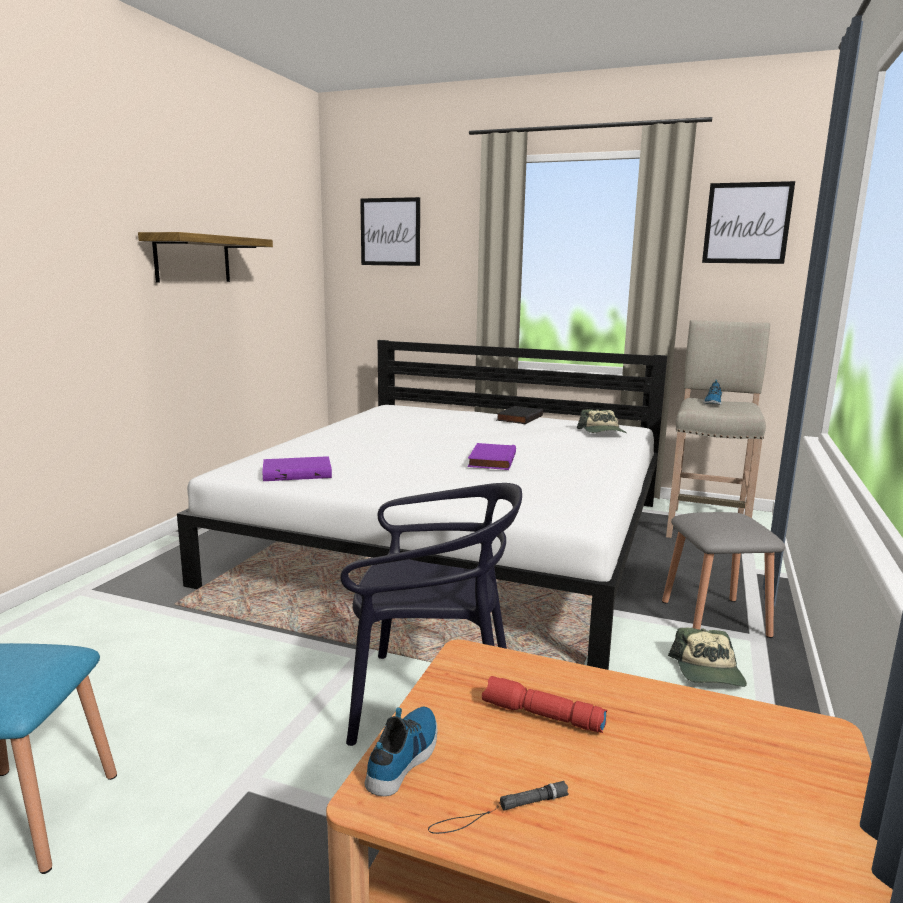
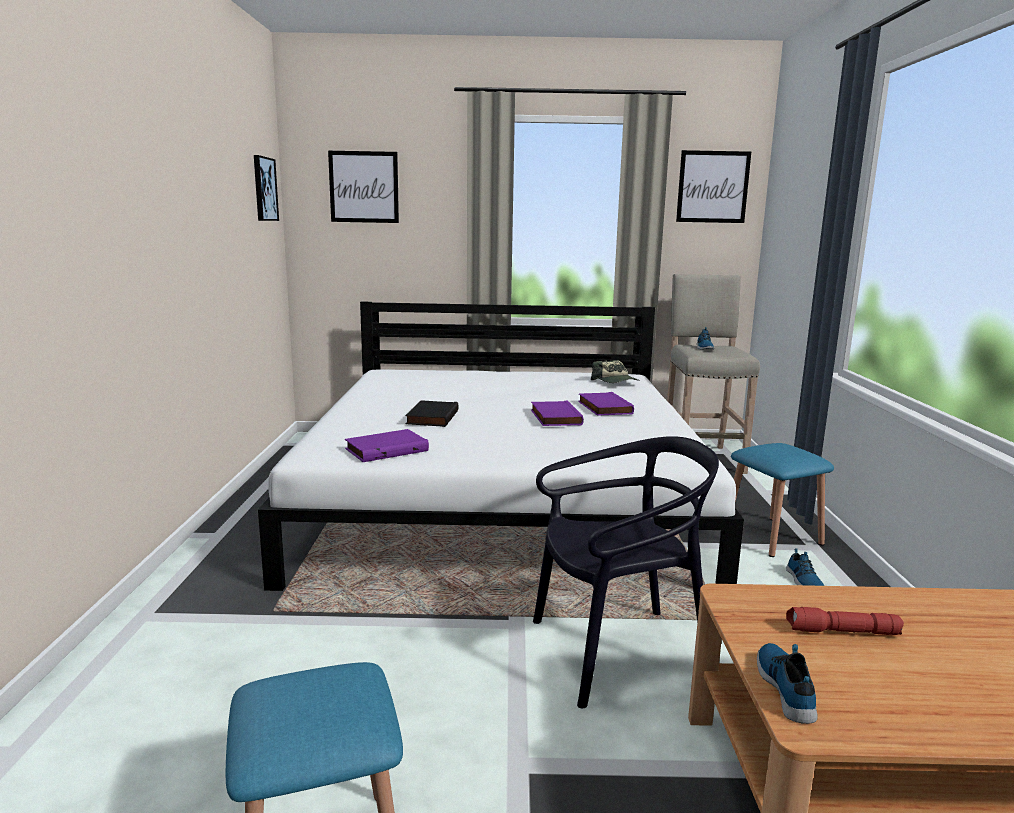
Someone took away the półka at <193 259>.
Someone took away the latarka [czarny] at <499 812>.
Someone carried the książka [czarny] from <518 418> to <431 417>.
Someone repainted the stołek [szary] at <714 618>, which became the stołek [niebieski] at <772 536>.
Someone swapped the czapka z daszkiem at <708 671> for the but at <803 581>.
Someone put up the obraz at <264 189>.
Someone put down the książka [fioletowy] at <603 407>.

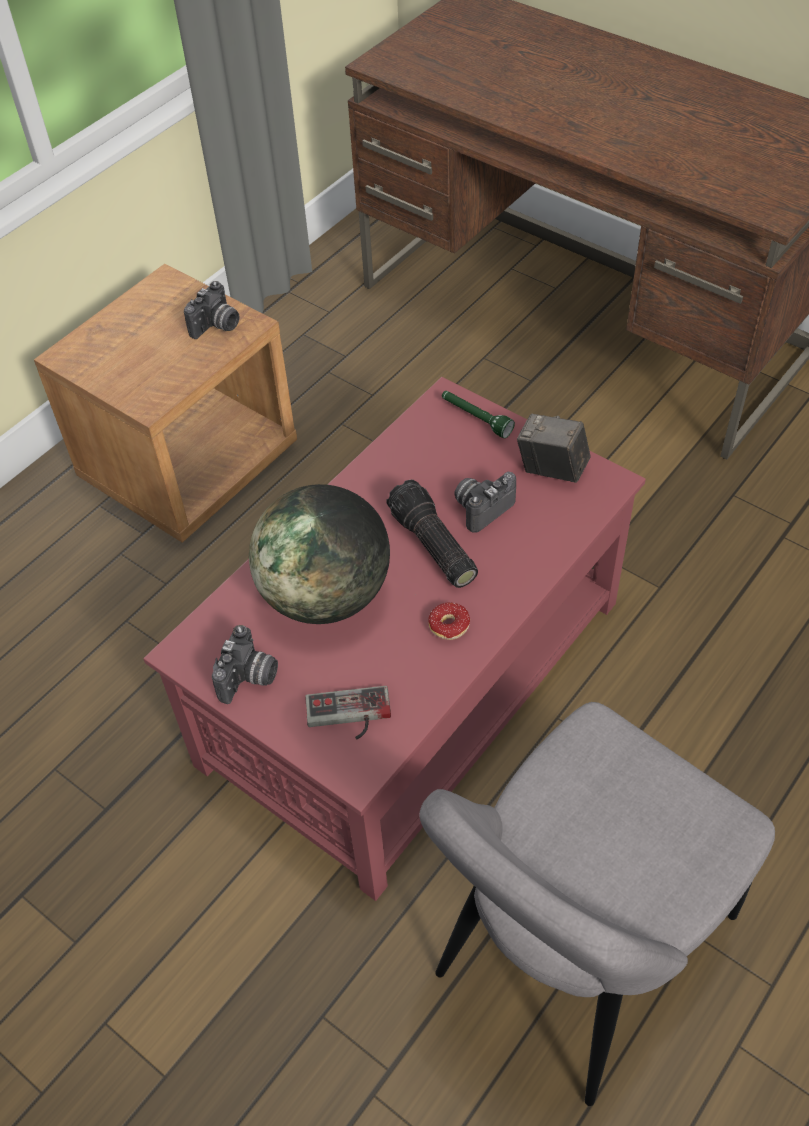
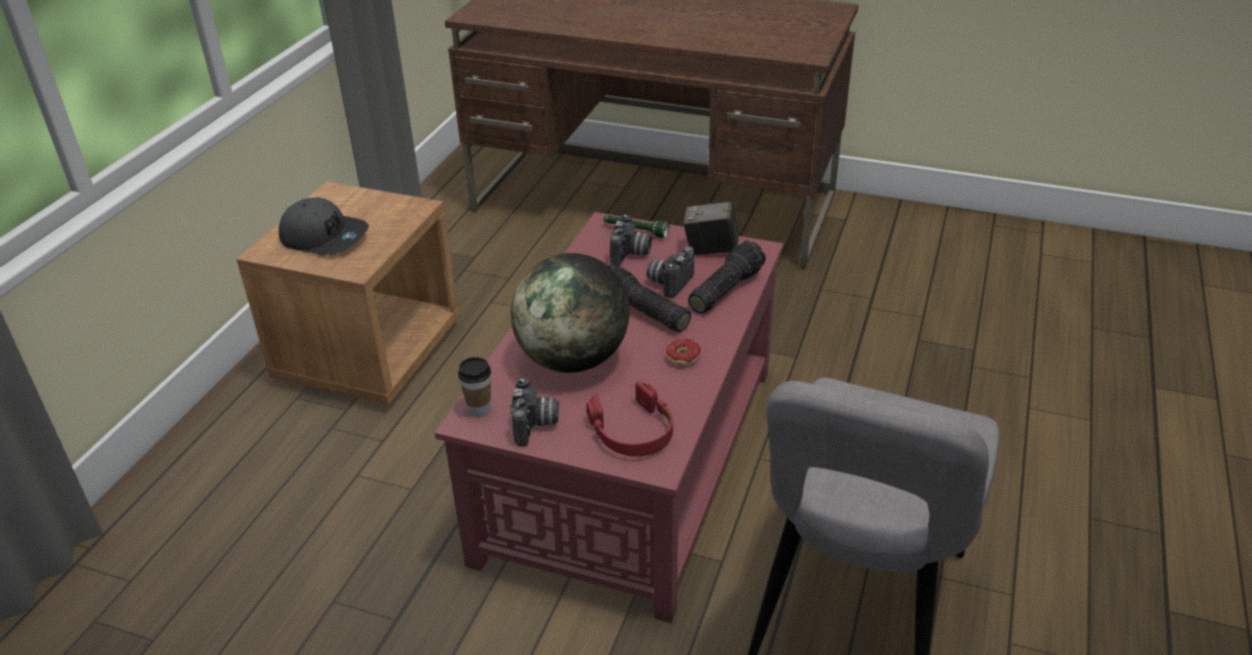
Someone carried the aparat fotograficzny from <217 326> to <631 255>.
Someone swapped the pad do gier at <349 717> for the słuchawki [czerwony] at <633 431>.
Someone put down the czapka z daszkiem [szary] at <325 237>.
Someone put down the filiżanka at <479 409>.
Someone put down the latarka at <724 289>.

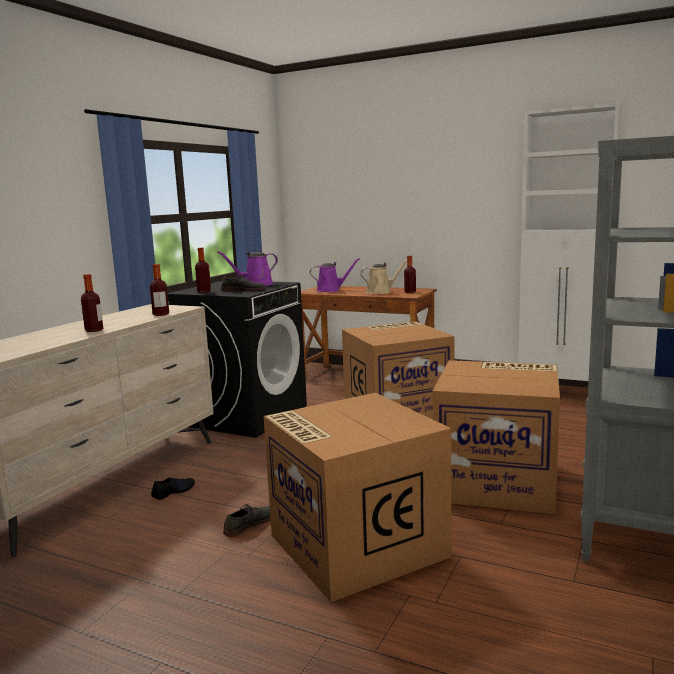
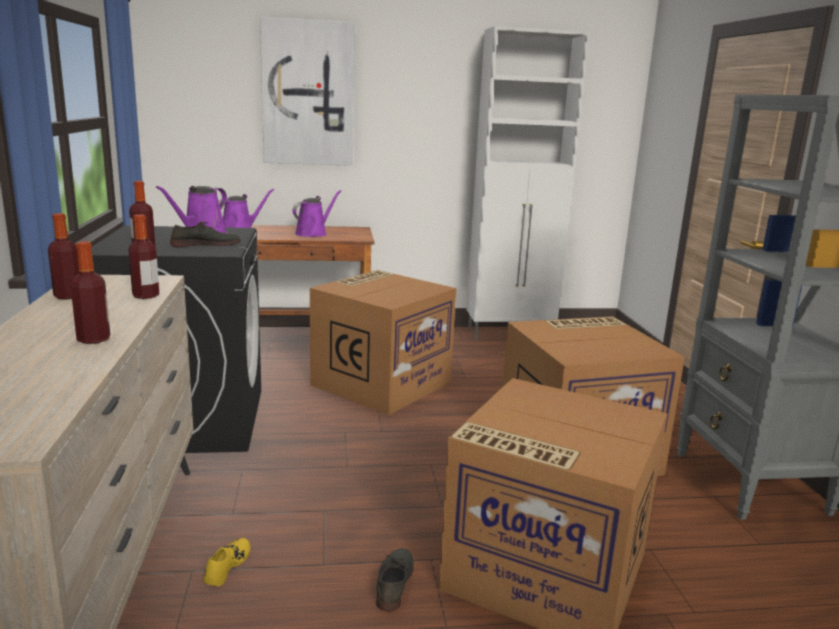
Someone repainted the but [czarny] at <173 492>, which became the but [żółty] at <227 566>.
Someone repainted the konewka [beżowy] at <381 292>, which became the konewka [fioletowy] at <313 233>.
Someone carried the butelka from <410 292> to <68 296>.
Someone put up the obraz at <308 93>.

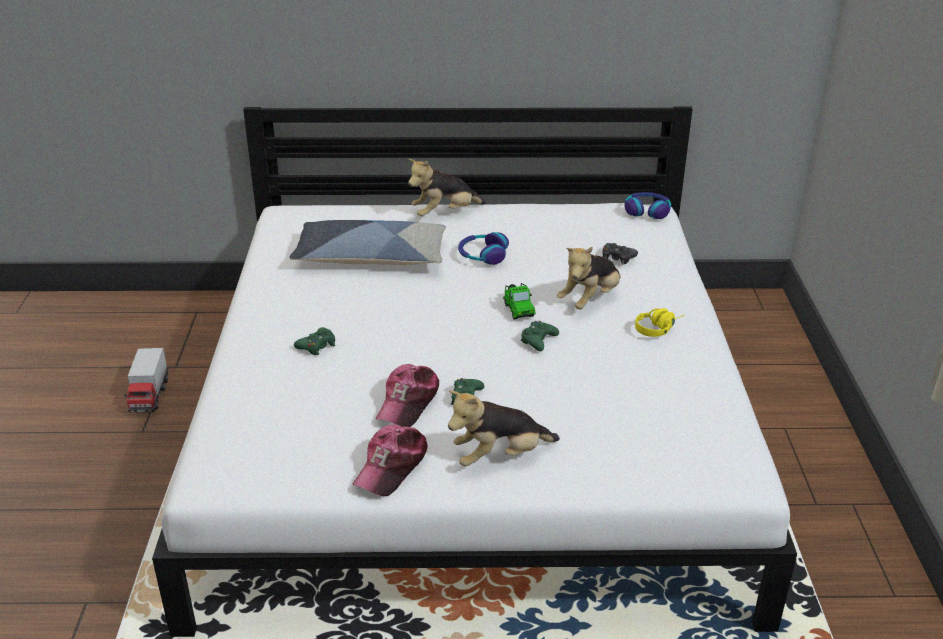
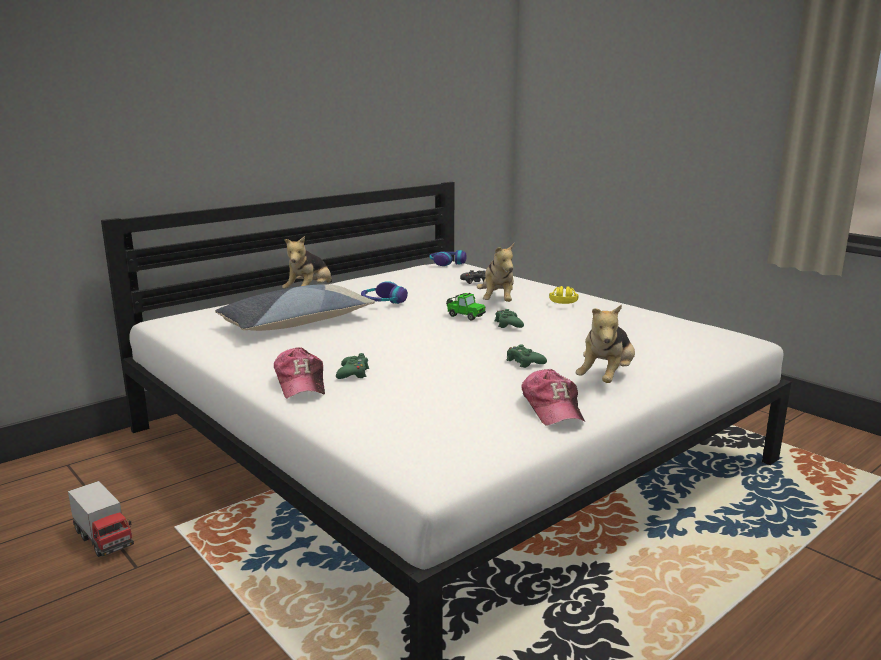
Someone carried the czapka z daszkiem from <408 402> to <301 384>.

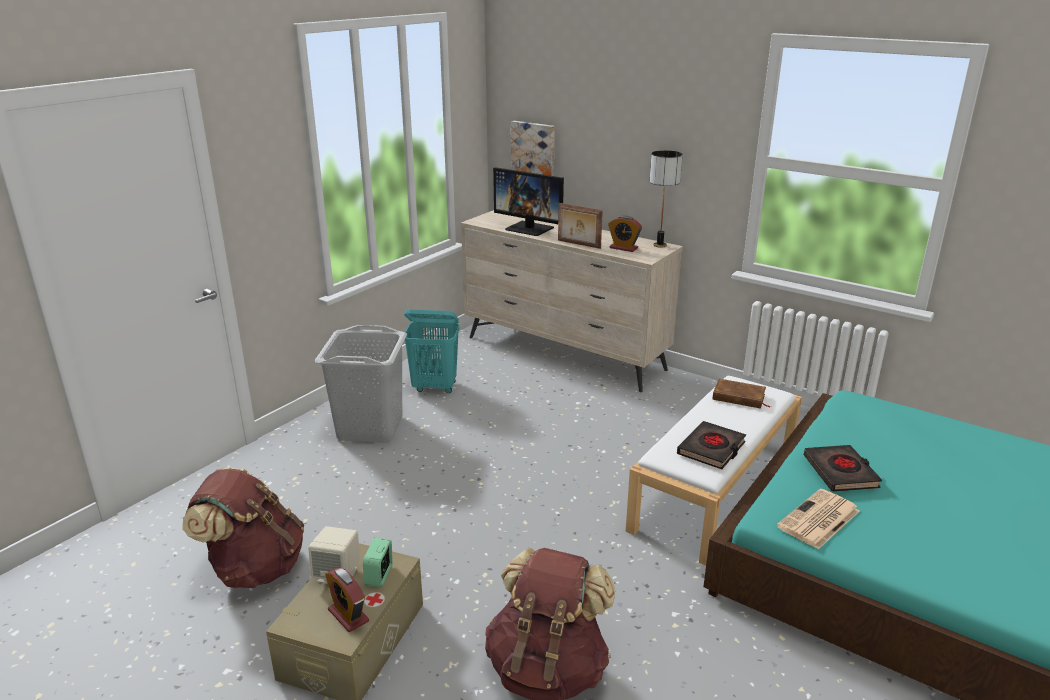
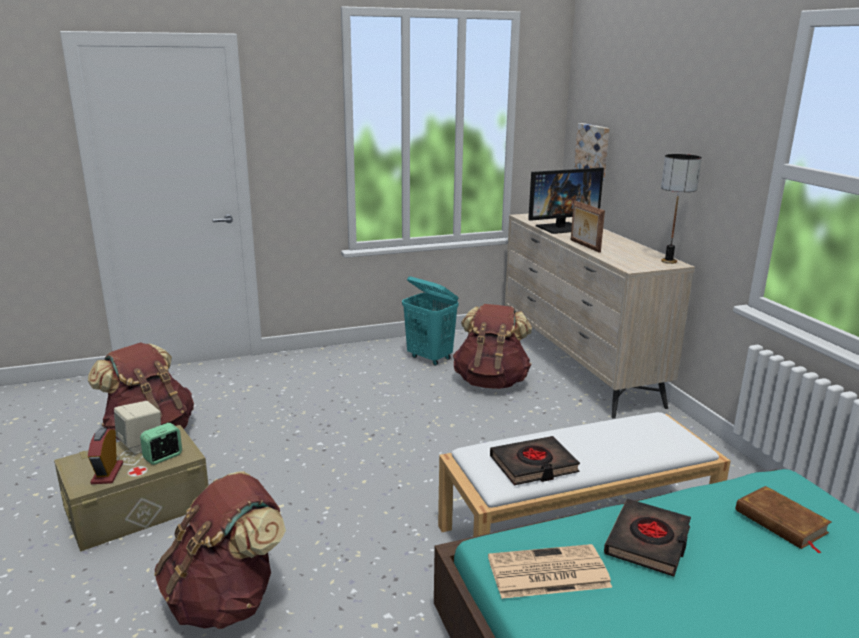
Someone took away the kosz na pranie [szary] at <369 428>.
Someone rotated the monitor at <529 228> by 90 degrees counterclockwise.
Someone took away the budzik at <623 248>.
Someone carried the książka [brązowy] from <739 397> to <780 522>.
Someone put down the plecak [brązowy] at <491 382>.

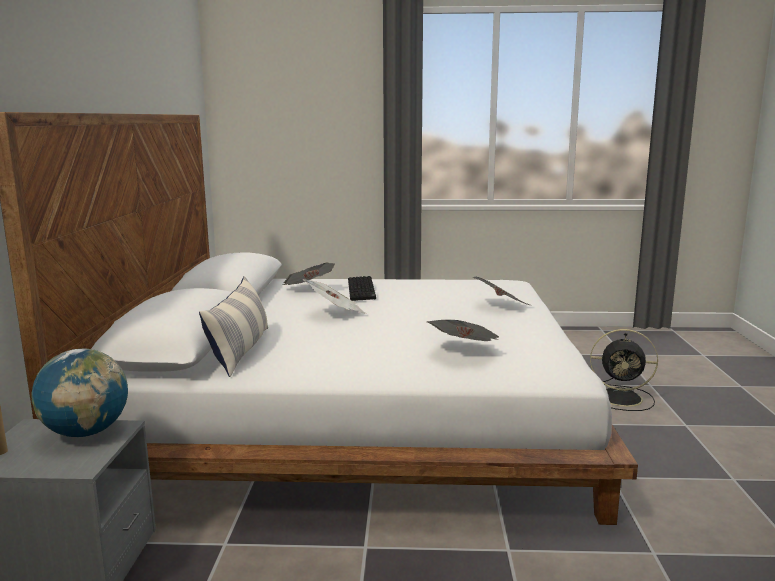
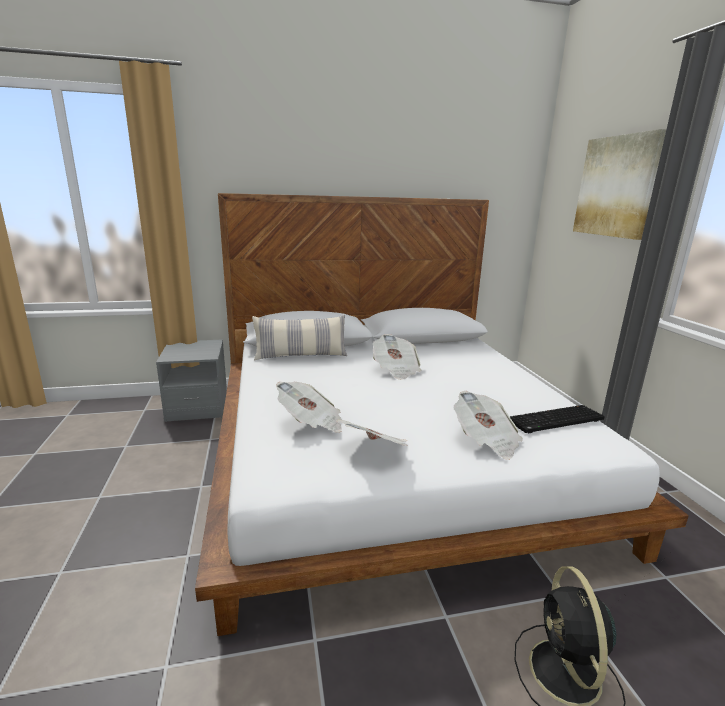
Someone took away the globus at <86 433>.
Someone carried the gazeta from <309 288> to <374 450>.
Someone carried the klawiatura from <362 290> to <555 421>.
Someone put up the obraz at <616 186>.

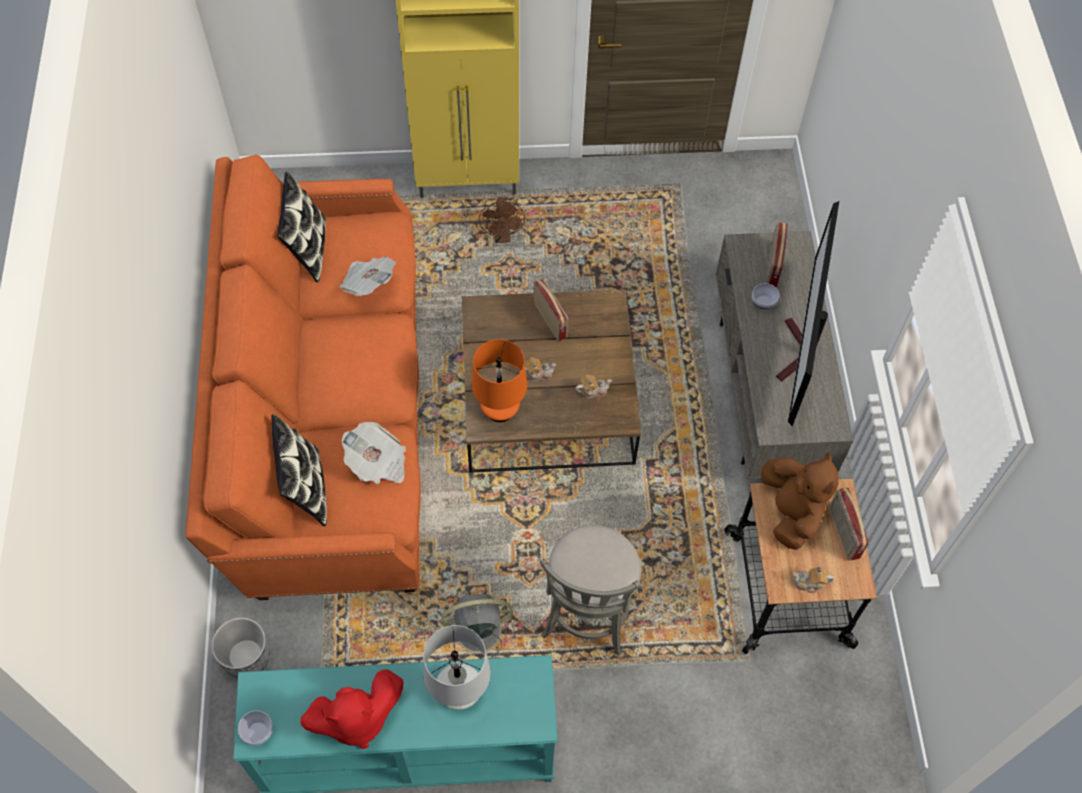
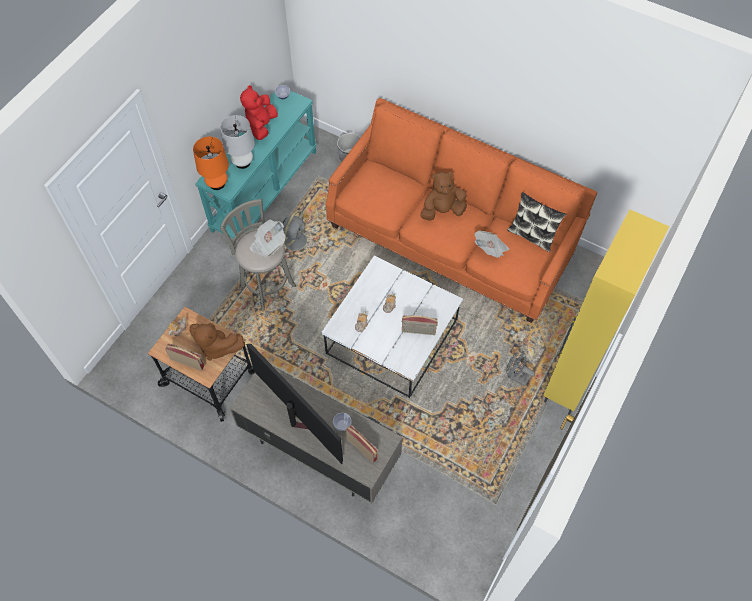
Someone took away the poduszka at <306 489>.
Someone carried the gazeta from <377 463> to <268 244>.
Someone repainted the ława [brązowy] at <545 398>, which became the ława [biały] at <393 336>.
Someone carried the lampa stołowa [pomarańczowy] from <500 410> to <217 183>.
Someone repainted the wentylator [brązowy] at <502 236>, which became the wentylator [szary] at <515 377>.
Someone put down the pluszak [brązowy] at <442 211>.

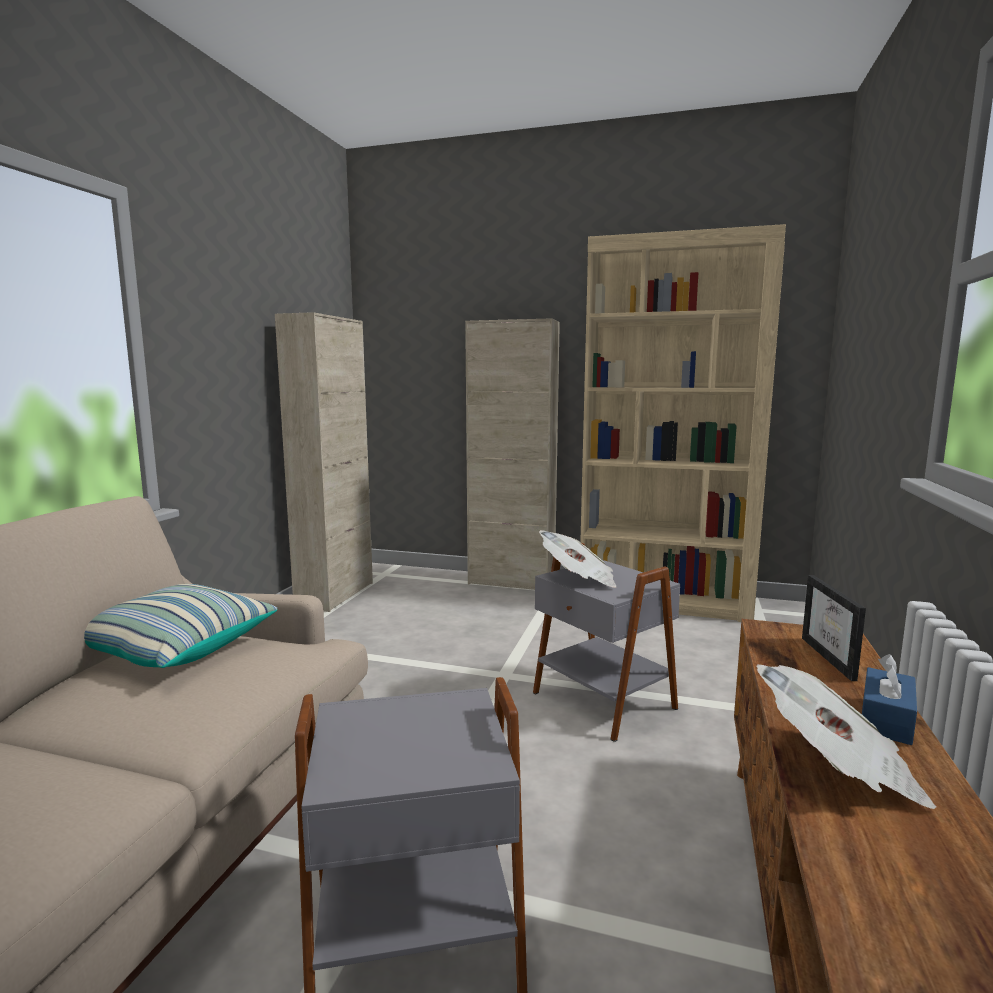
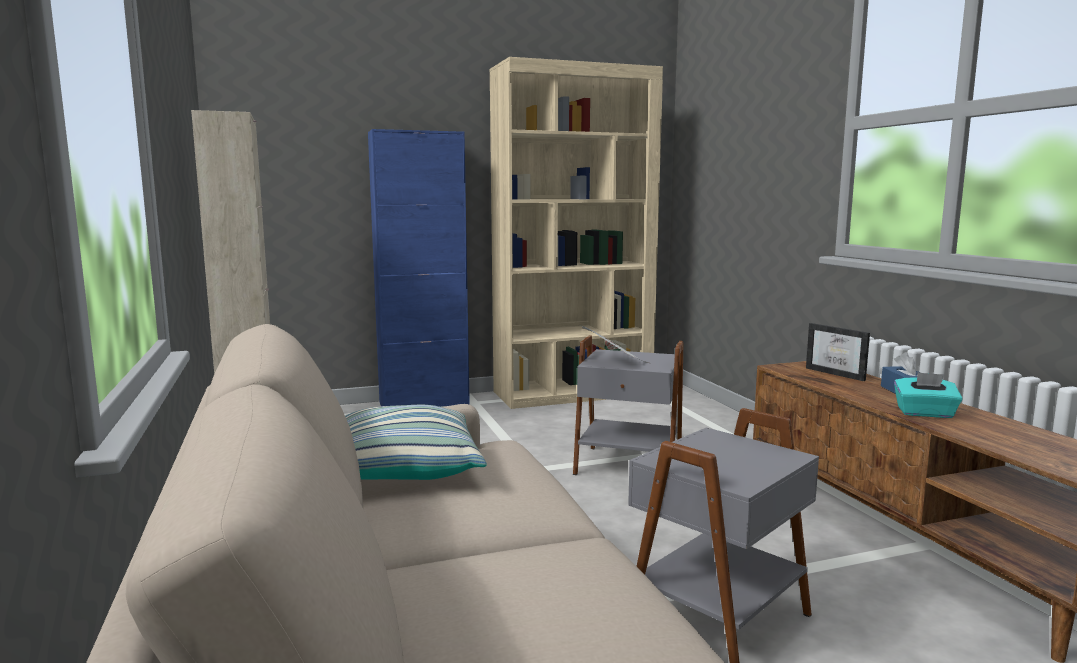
Someone repainted the szafka [beżowy] at <511 582>, which became the szafka [niebieski] at <424 403>.
Someone swapped the gazeta at <838 769> for the pudełko chusteczek [turkusowy] at <925 413>.

